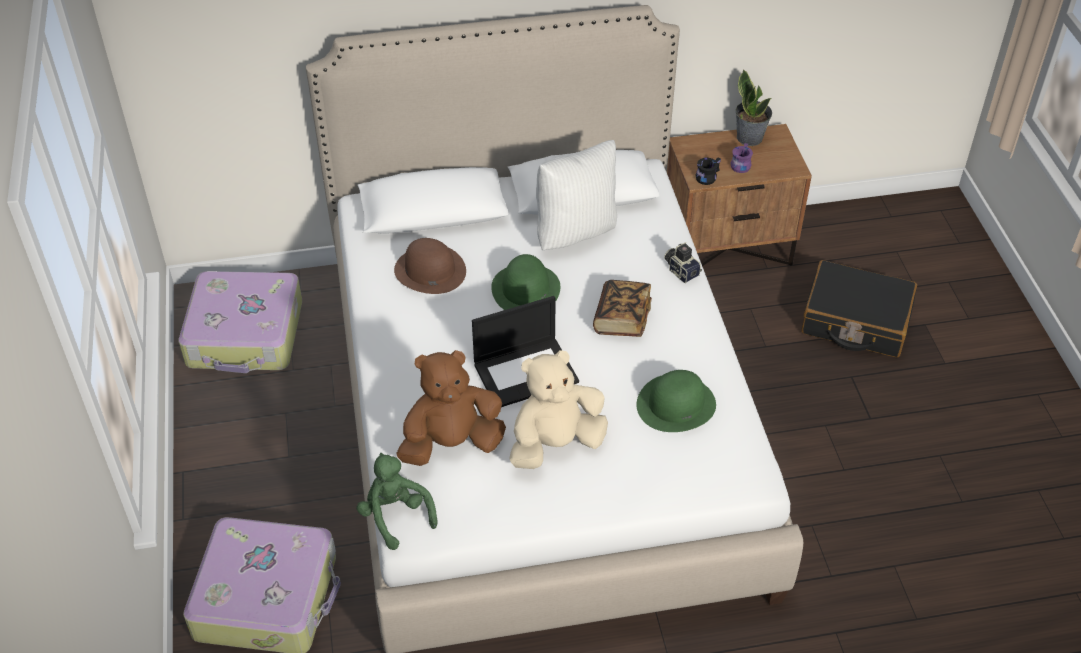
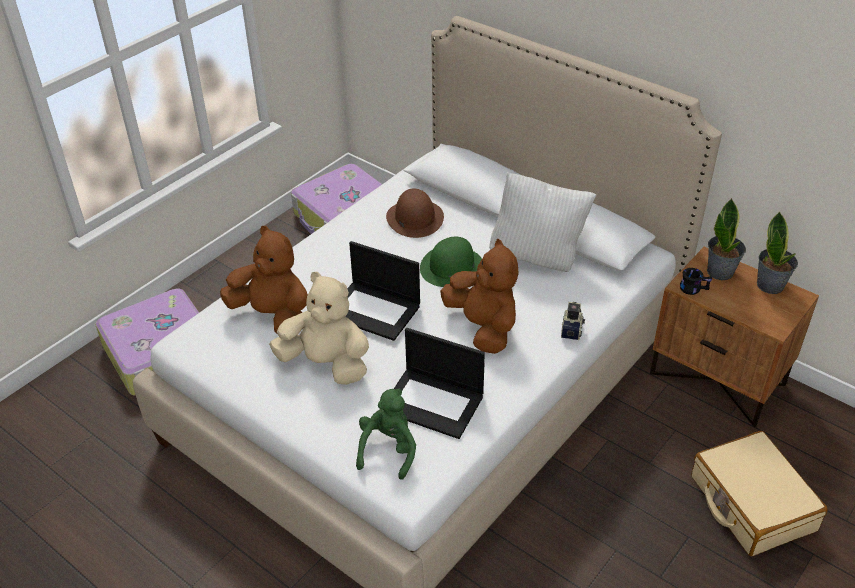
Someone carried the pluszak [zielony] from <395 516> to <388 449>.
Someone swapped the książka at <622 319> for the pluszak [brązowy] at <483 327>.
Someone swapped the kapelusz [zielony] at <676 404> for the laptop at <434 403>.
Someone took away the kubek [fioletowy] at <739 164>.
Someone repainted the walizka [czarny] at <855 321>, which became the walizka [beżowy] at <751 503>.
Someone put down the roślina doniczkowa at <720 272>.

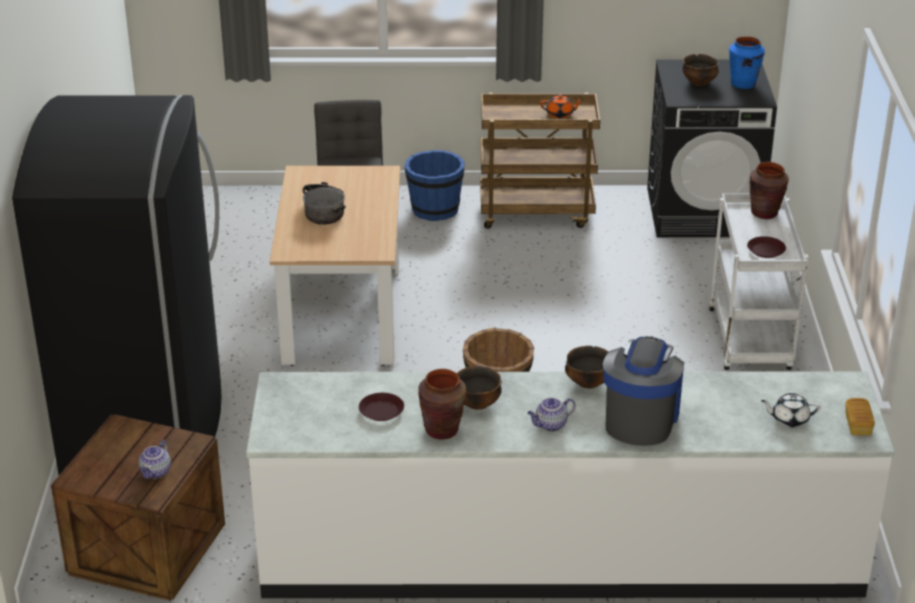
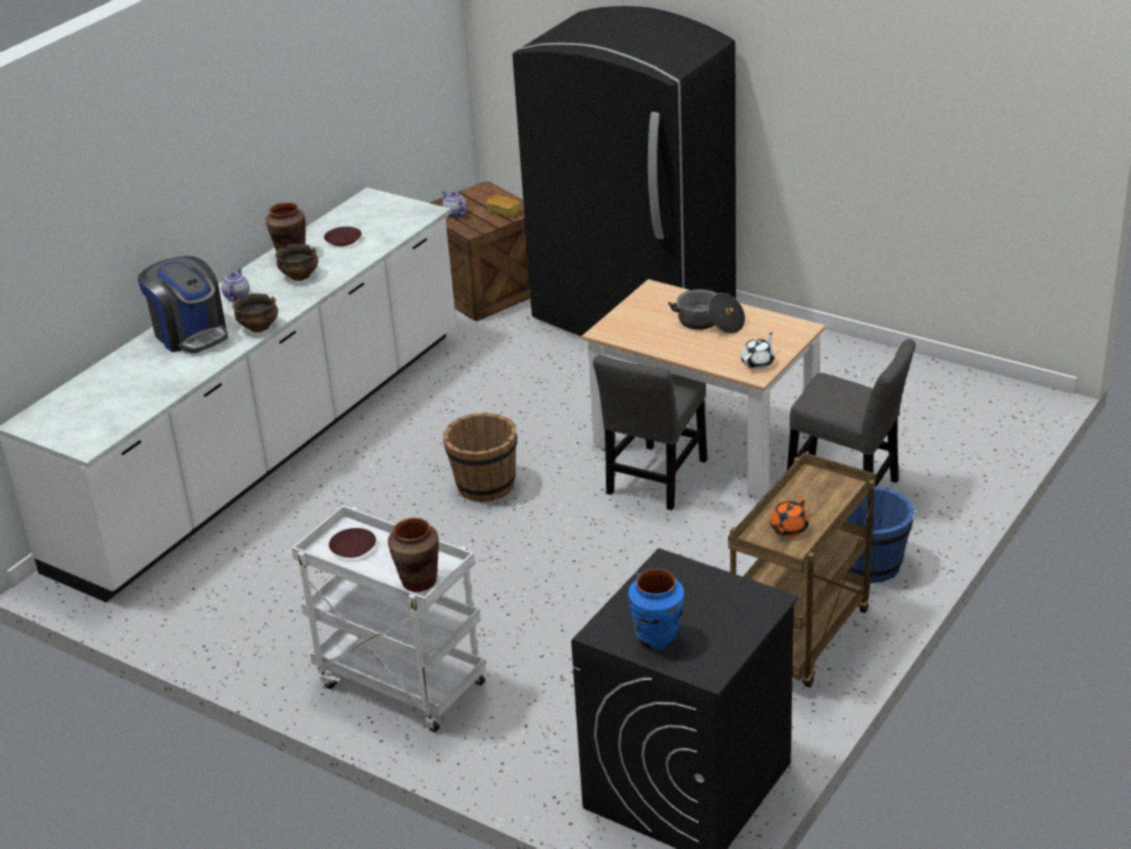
Someone took away the miska at <699 82>.
Someone carried the imbryk [biały] from <789 419> to <758 362>.
Someone carried the chleb from <858 425> to <503 212>.
Someone put down the krzesło [szary] at <655 480>.

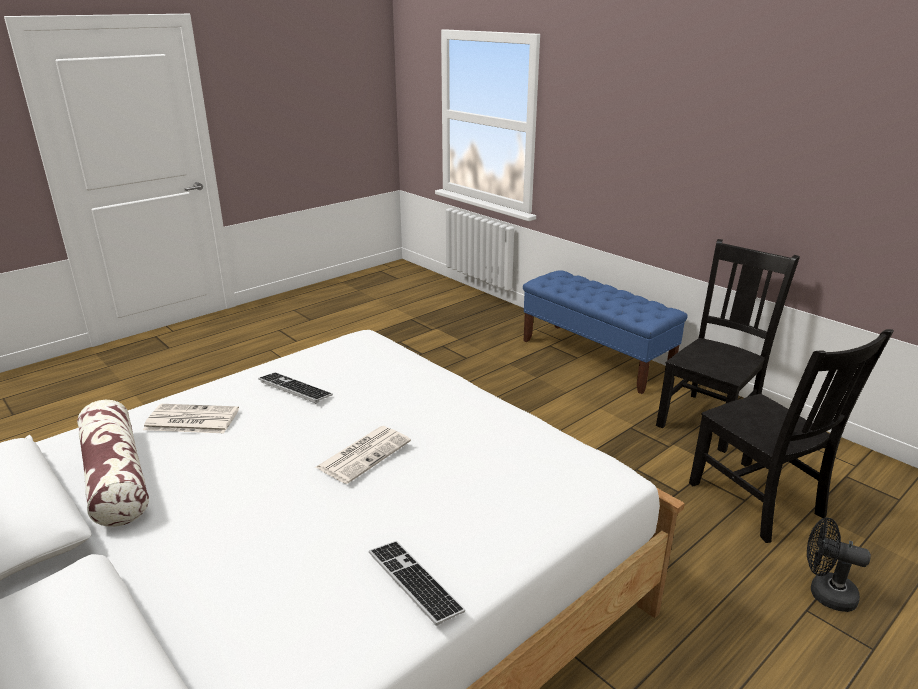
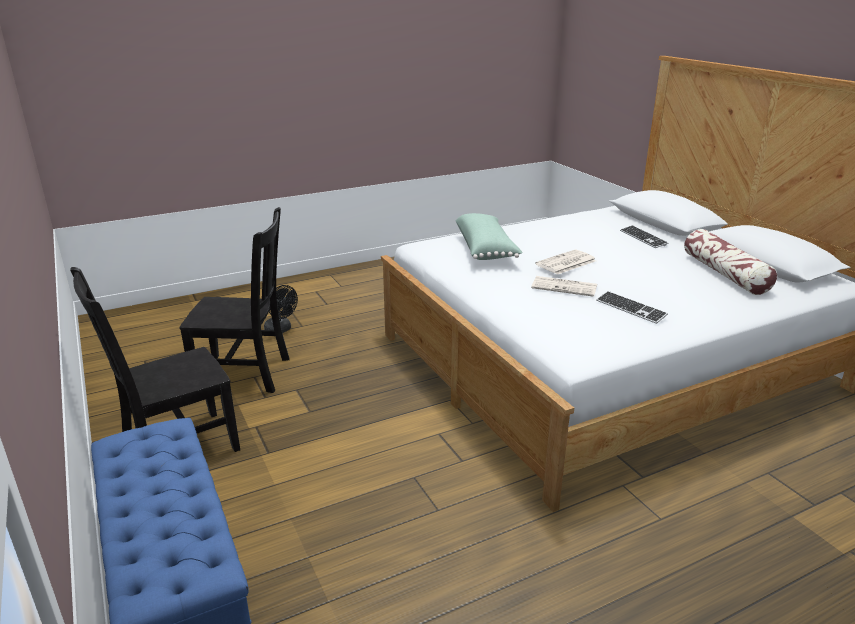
Someone carried the gazeta from <190 420> to <565 287>.
Someone carried the klawiatura from <414 583> to <643 238>.
Someone rotated the krzesło [czarny] at <758 502> by 105 degrees clockwise.
Someone put down the poduszka [zielony] at <486 249>.

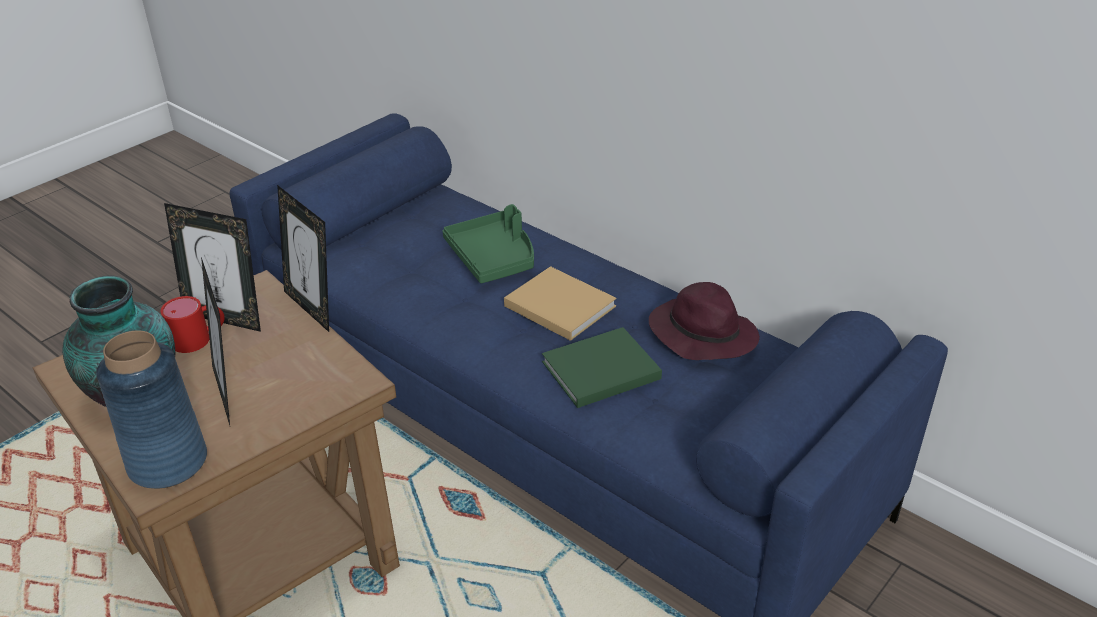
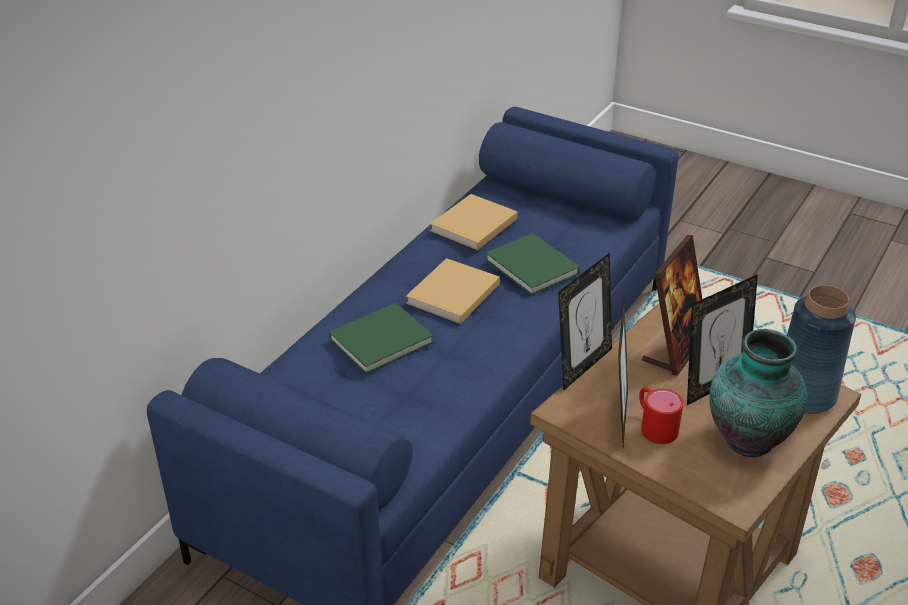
Someone swapped the taca [zielony] at <493 258> for the książka [zielony] at <384 340>.
Someone swapped the kapelusz [fioletowy] at <701 334> for the książka [beżowy] at <472 225>.
Someone put down the ramka na zdjęcie at <674 348>.

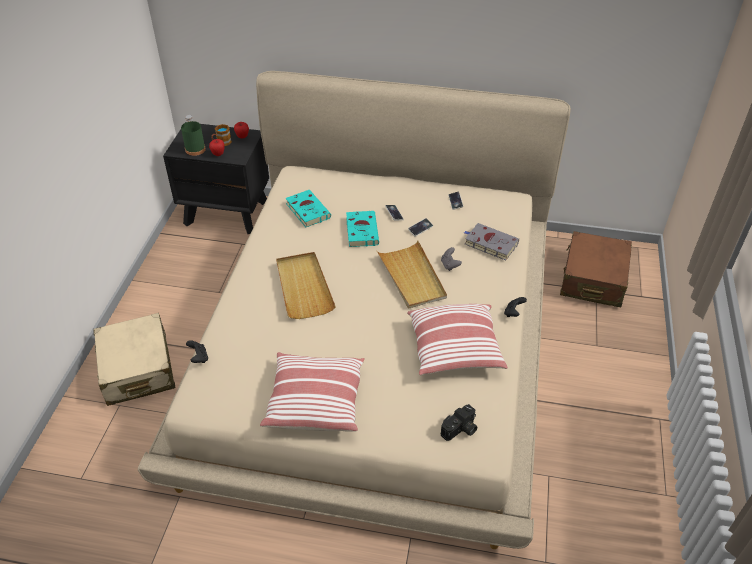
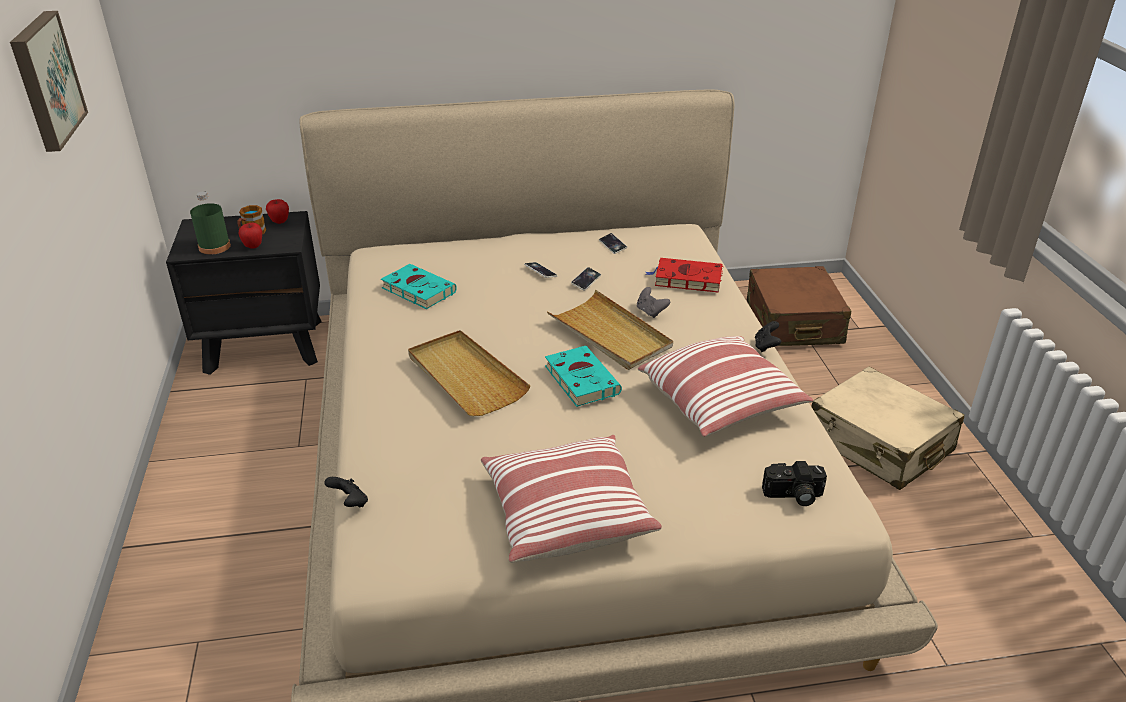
Someone carried the walizka [beżowy] from <137 369> to <879 444>.
Someone carried the książka [turkusowy] from <361 230> to <580 379>.
Someone rotated the aparat fotograficzny at <460 430> by 60 degrees clockwise.
Someone repainted the książka [szary] at <489 243>, which became the książka [czerwony] at <686 279>.
Someone put up the obraz at <45 80>.

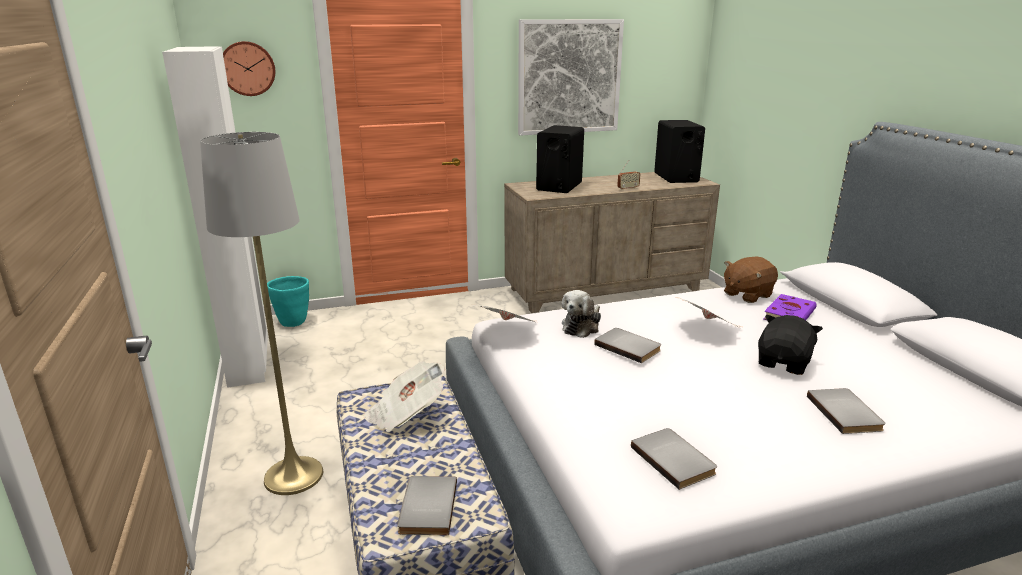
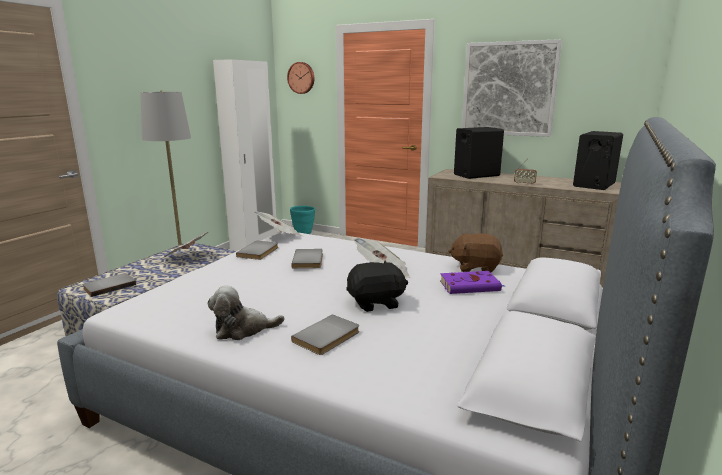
Someone carried the pluszak from <582 326> to <243 329>.
Someone carried the książka [szary] from <675 459> to <259 252>.

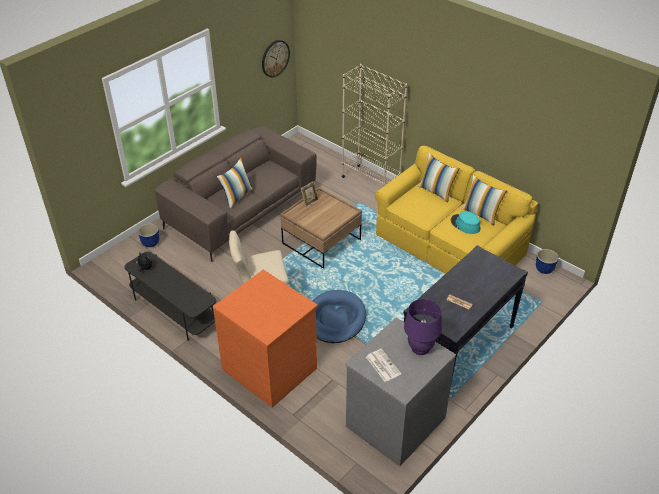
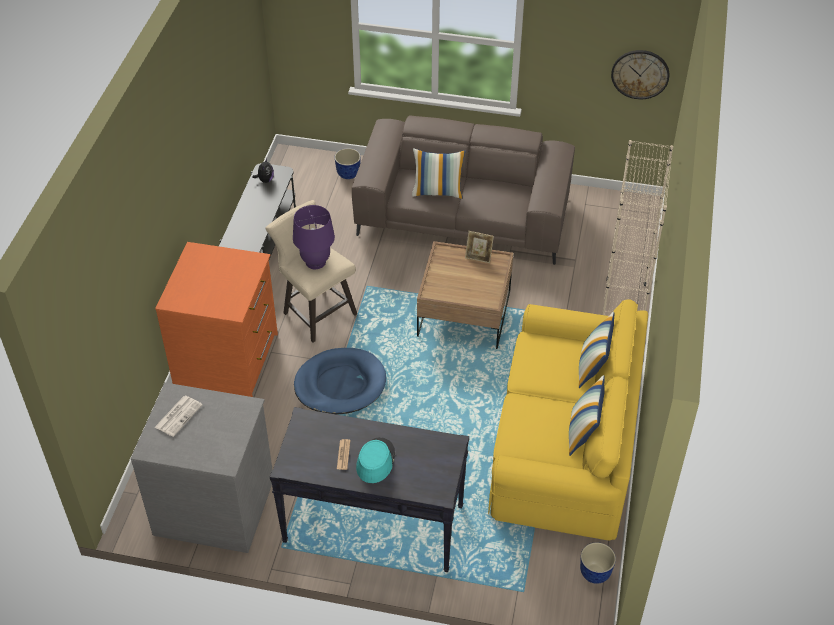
Someone carried the lampa stołowa [fioletowy] from <420 348> to <315 262>.
Someone carried the kapelusz [turkusowy] from <465 224> to <375 461>.

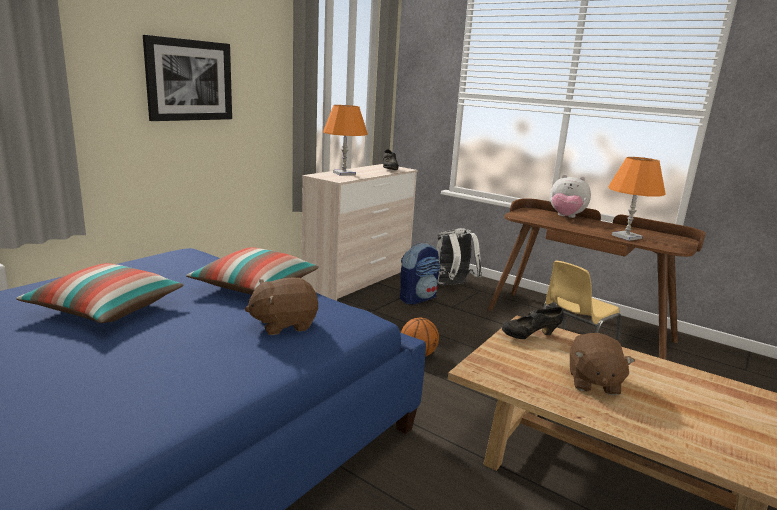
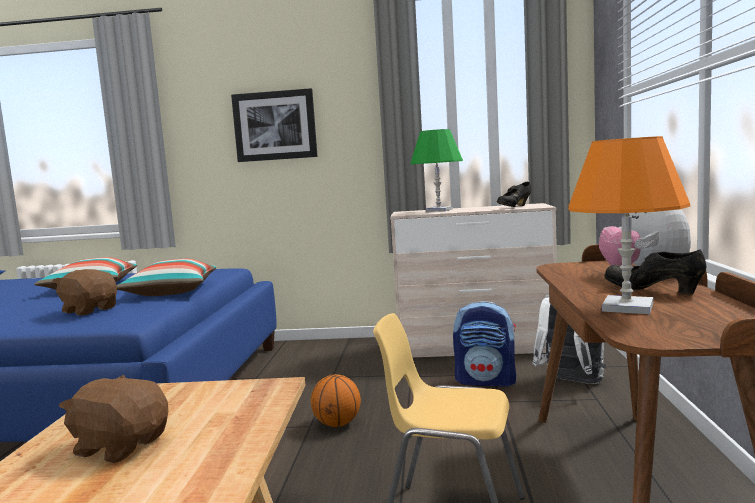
Someone repainted the lampa stołowa [pomarańczowy] at <344 173>, which became the lampa stołowa [zielony] at <439 210>.
Someone carried the but [czarny] from <530 336> to <653 291>.
Someone rotated the pluszak [brązowy] at <592 382> by 45 degrees clockwise.

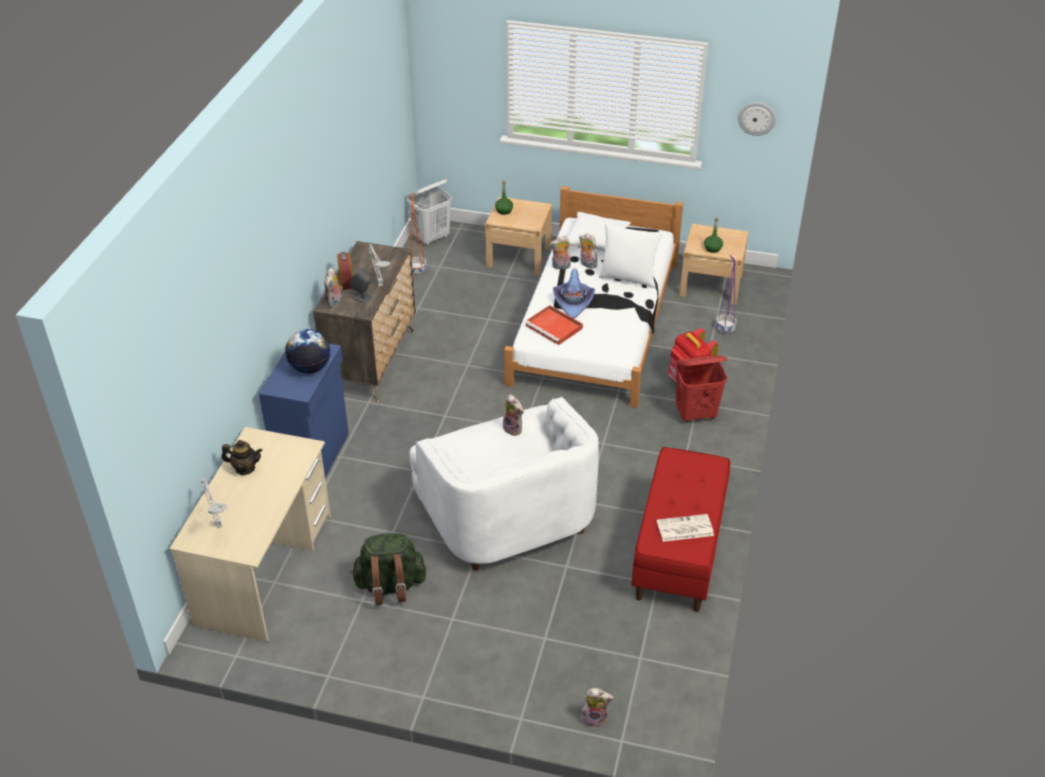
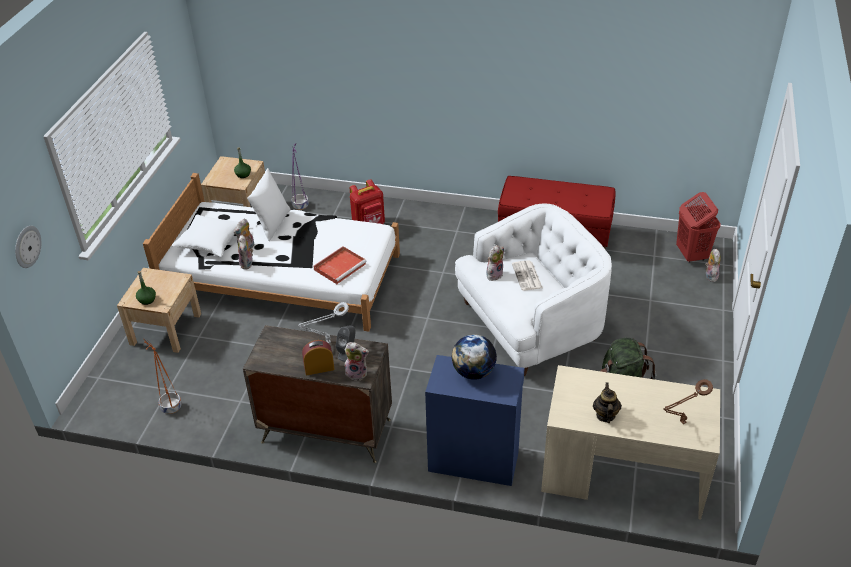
Someone repainted the lampa stołowa [szary] at <218 525>, which became the lampa stołowa [brązowy] at <681 423>.
Someone took away the kosz na pranie [biały] at <432 238>.
Someone took away the kapelusz [fioletowy] at <573 302>.
Someone carried the gazeta from <684 529> to <527 276>.
Someone carried the kosz na pranie [czerwony] from <696 414> to <691 254>.
Someone carried the zegar ścienny from <756 118> to <27 246>.

